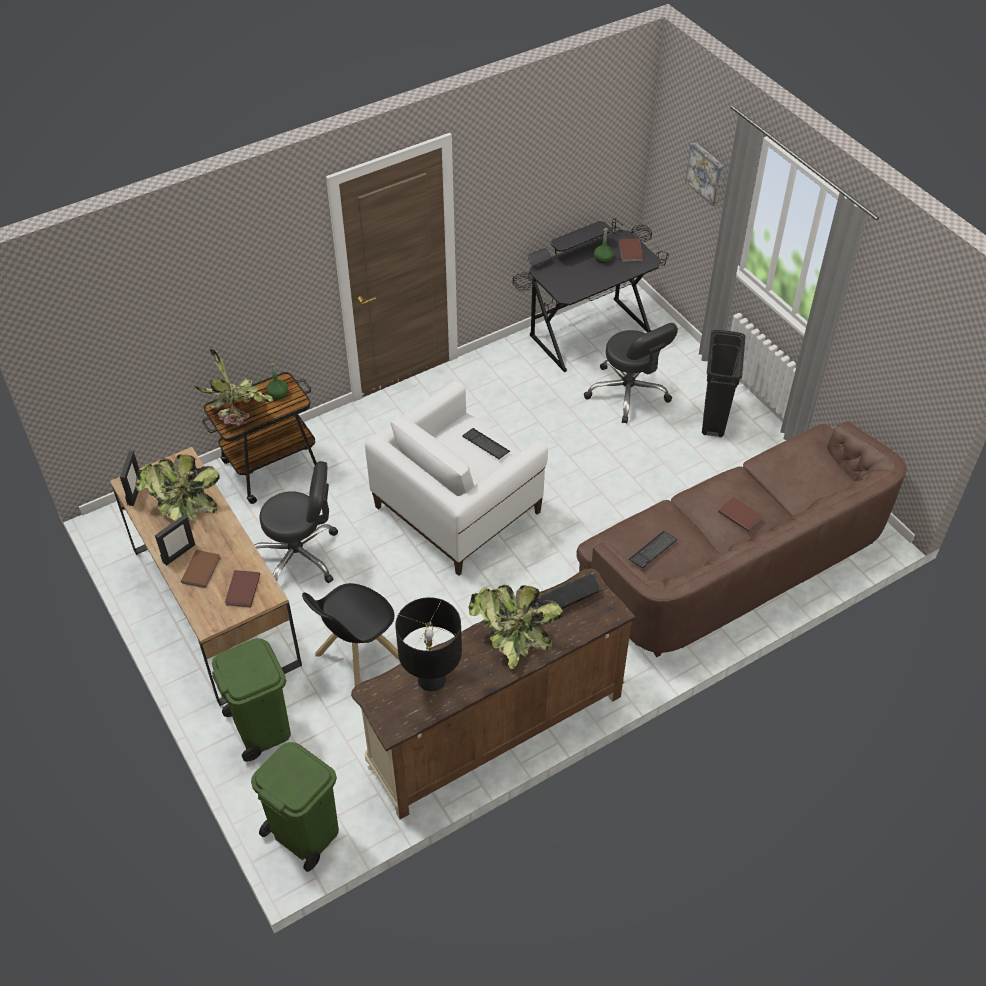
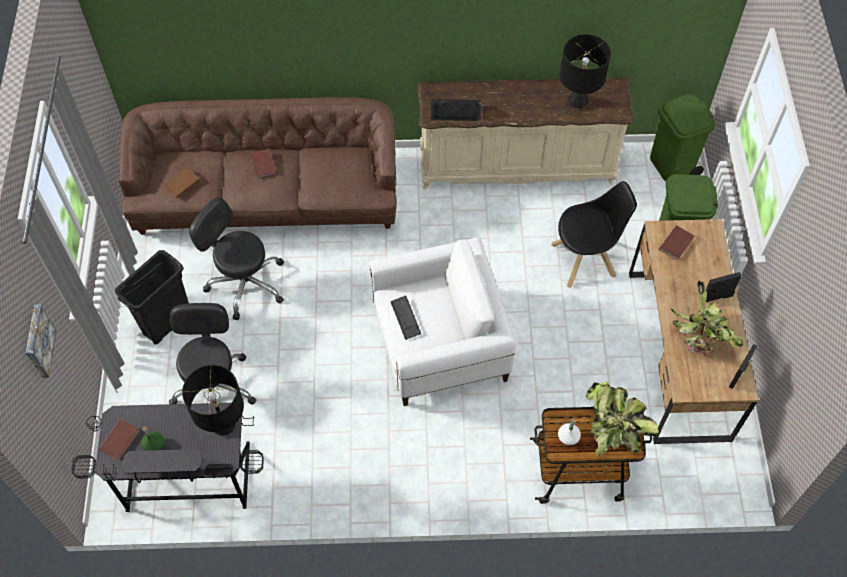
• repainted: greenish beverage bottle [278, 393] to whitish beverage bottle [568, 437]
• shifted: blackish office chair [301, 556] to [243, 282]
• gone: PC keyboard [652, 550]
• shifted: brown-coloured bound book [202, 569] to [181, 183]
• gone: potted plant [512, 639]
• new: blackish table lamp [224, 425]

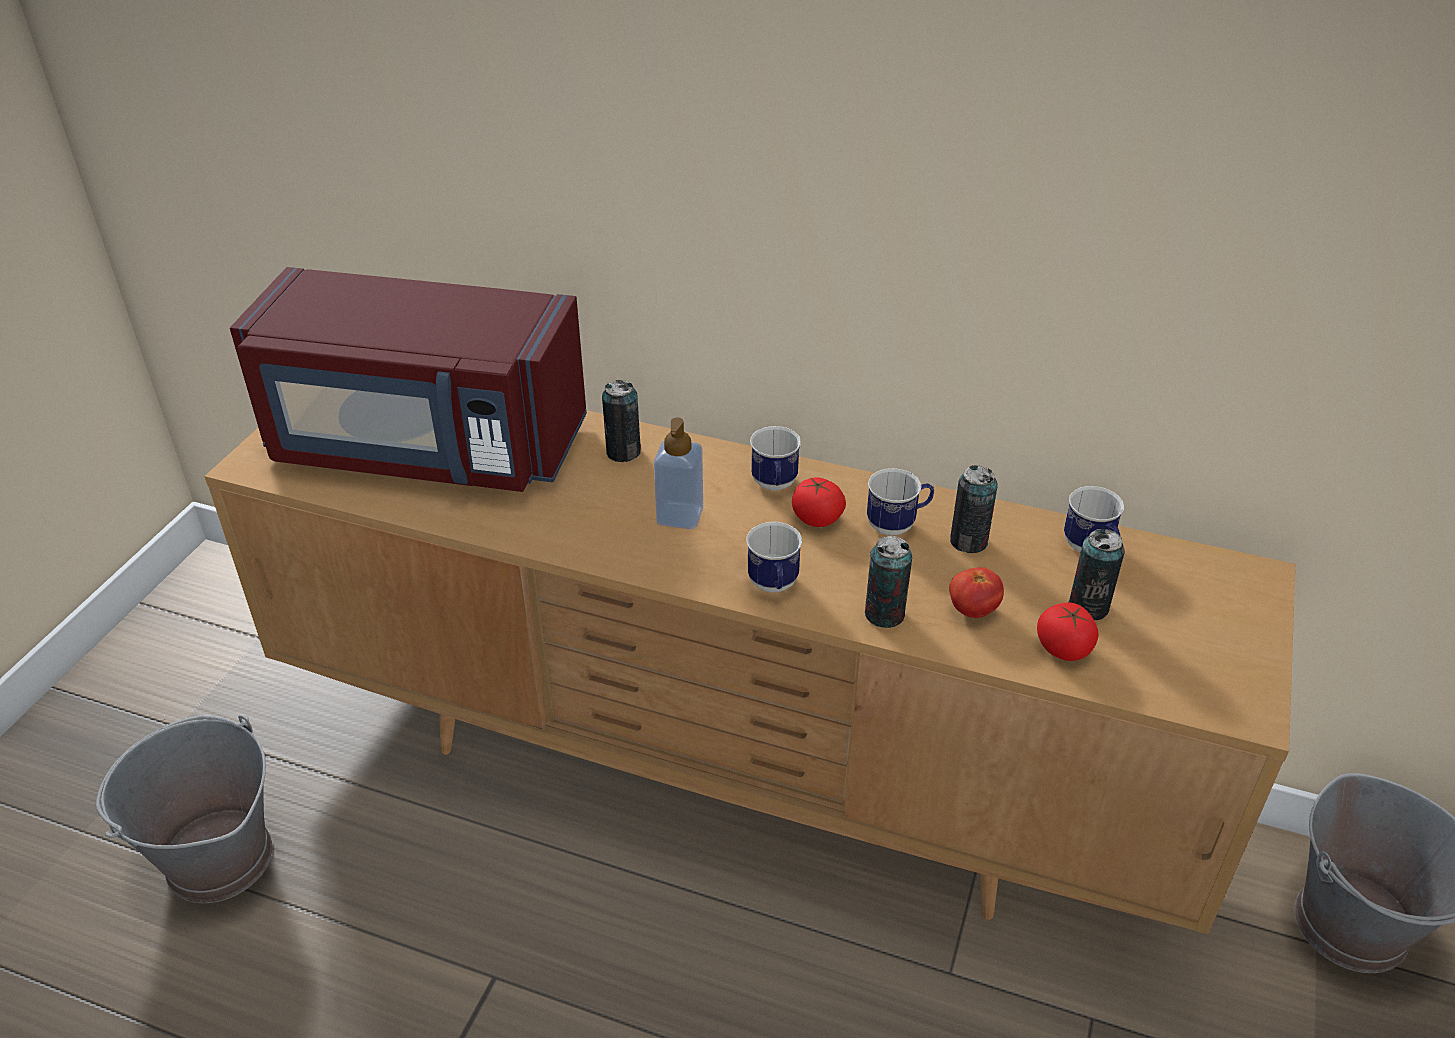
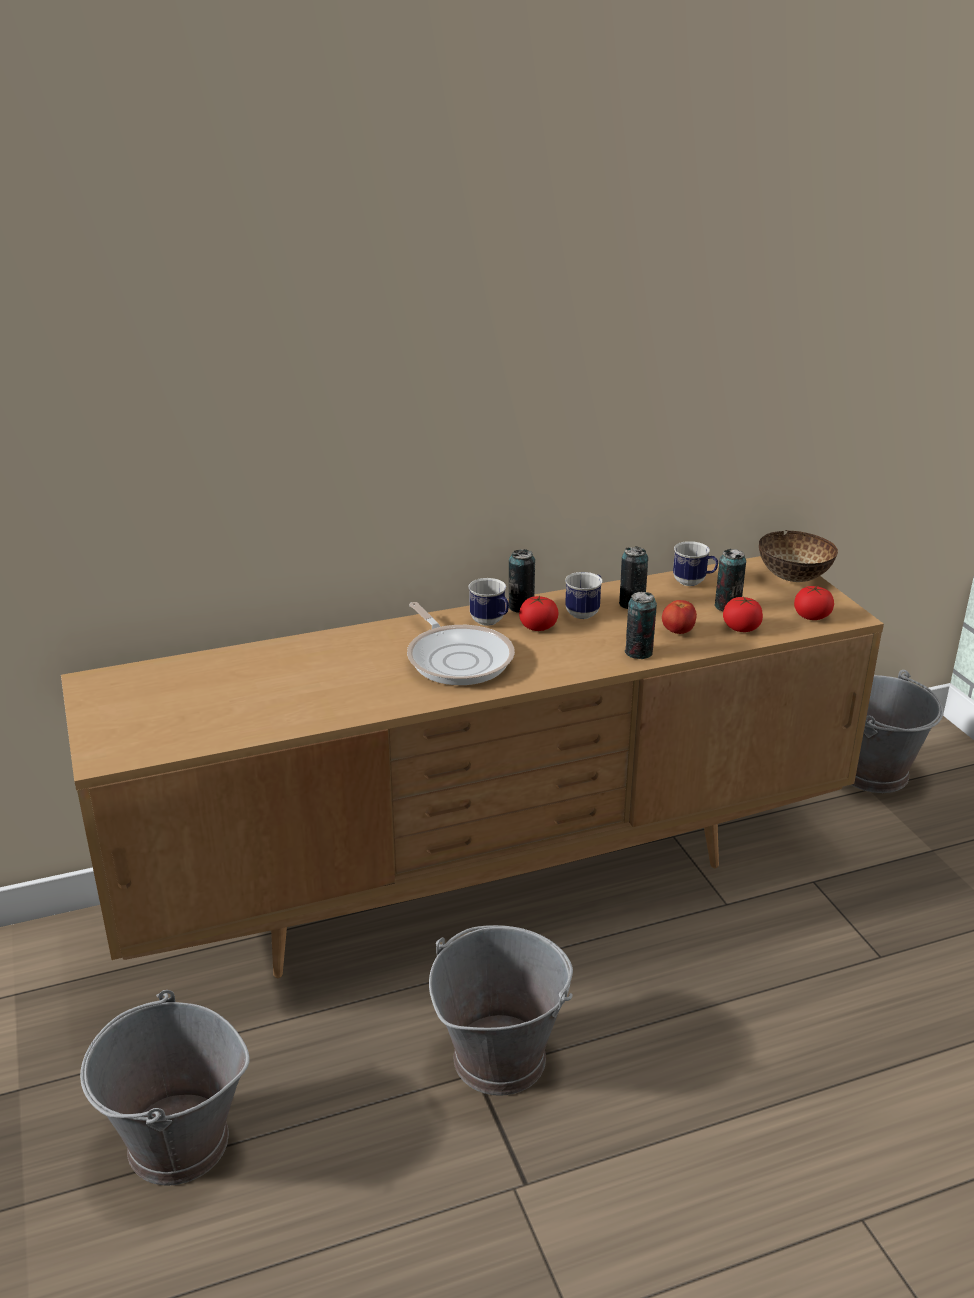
• gone: reddish microwave [425, 447]
• shifted: can [623, 452] to [521, 607]
• swapped: soap dispenser [680, 516] to skillet [458, 658]
• gone: coffee mug [774, 587]
• new: deep dish [794, 578]
• new: tomato [812, 616]
• new: gray bucket [498, 1057]

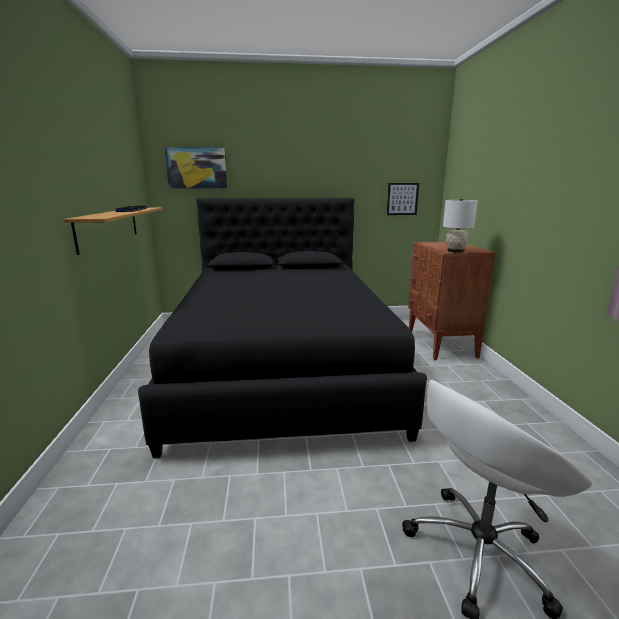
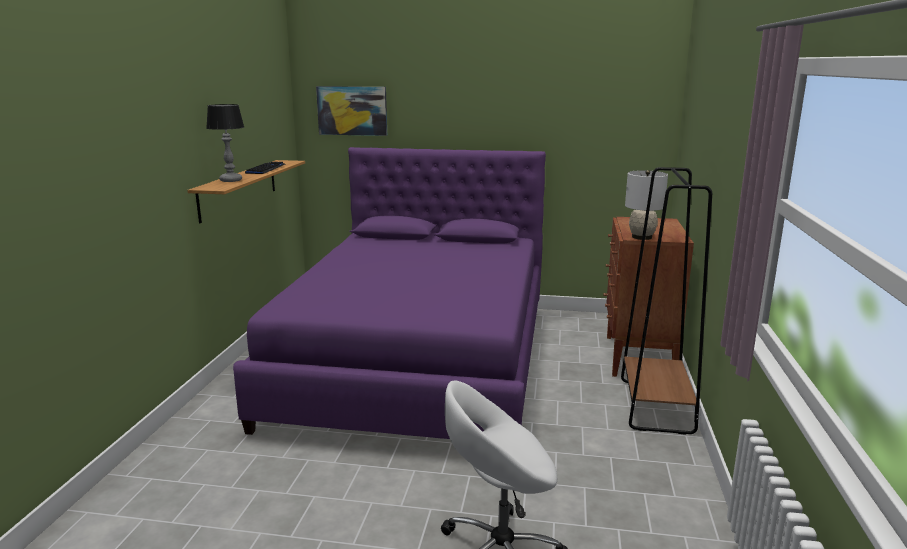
• gone: wall picture [402, 199]
• repainted: blackish bedroom bed [283, 365] to purplish bedroom bed [419, 360]
• new: table lamp [231, 180]
• new: garment rack [655, 406]

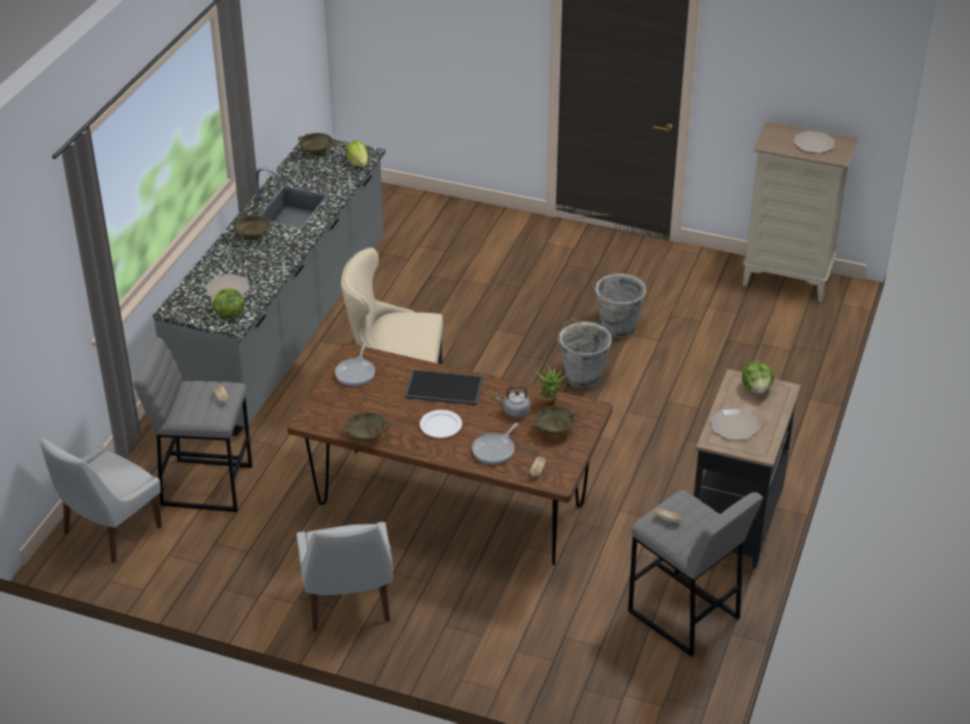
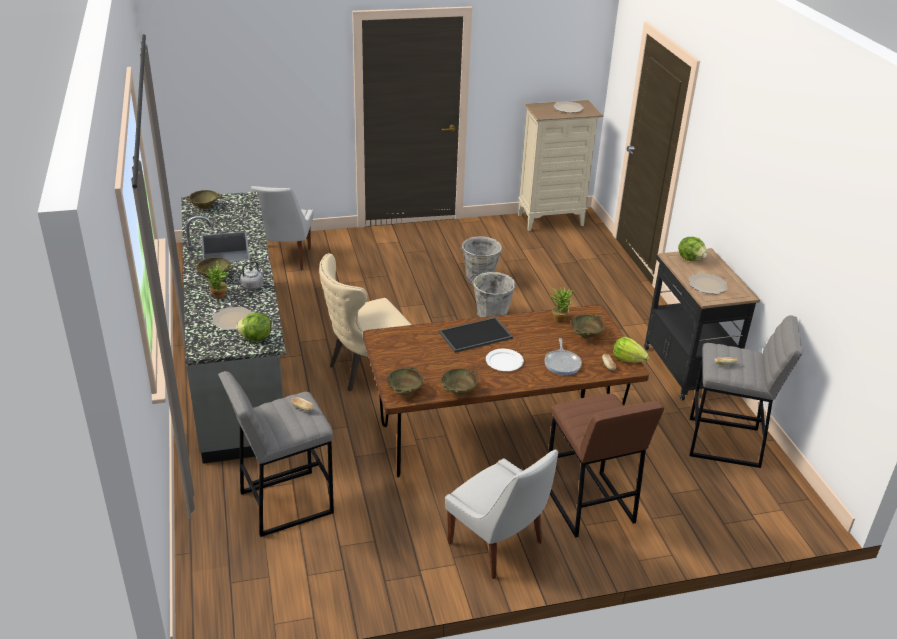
• shifted: lettuce [358, 163] to [628, 359]
• gone: skillet [356, 373]
• shifted: gray tea kettle [515, 412] to [251, 286]
• shifted: whitish chair [109, 532] to [282, 259]
• new: potted plant [219, 297]
• new: beige deep dish [405, 391]
• new: brown-coloured stool [590, 505]

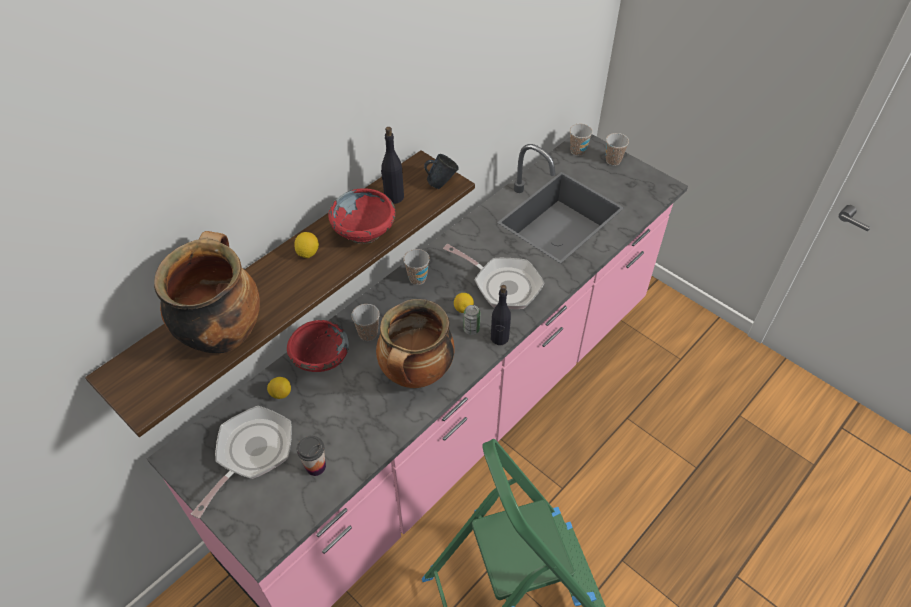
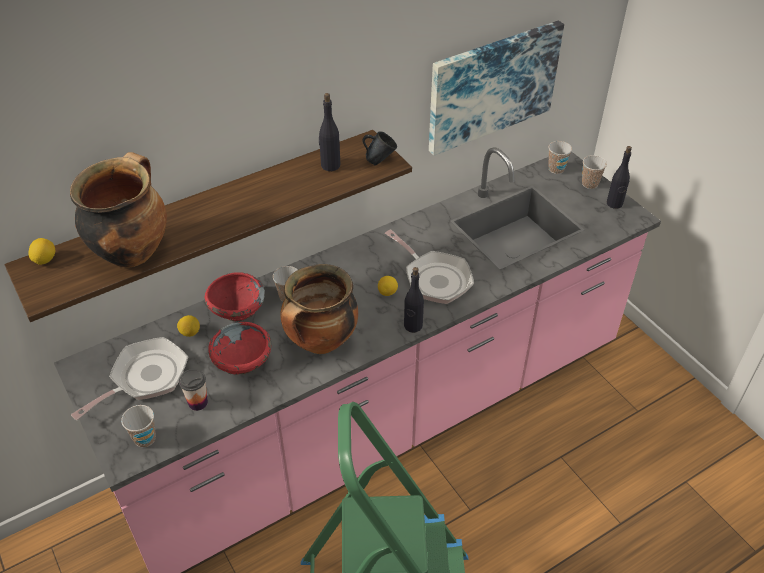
• shifted: reddish deep dish [364, 231] to [242, 361]
• shifted: citrus fruit [308, 253] to [45, 260]
• shifted: small cup [417, 278] to [145, 438]
• gone: can [471, 329]
• new: wall picture [492, 85]
• new: blackish beverage bottle [614, 204]

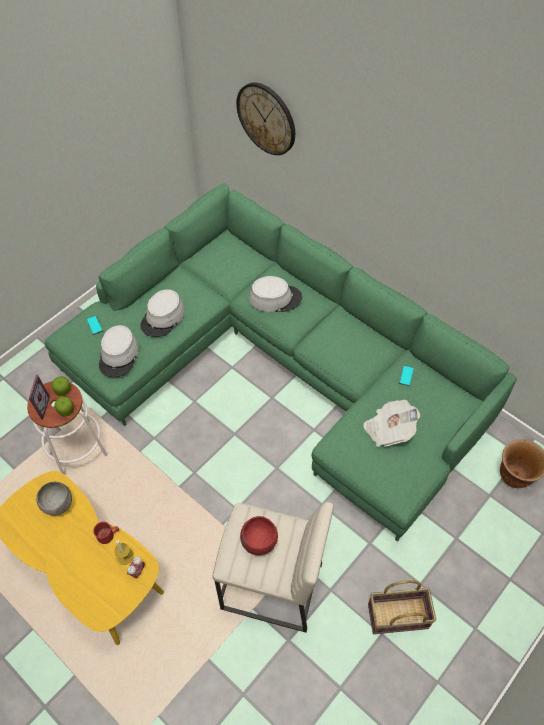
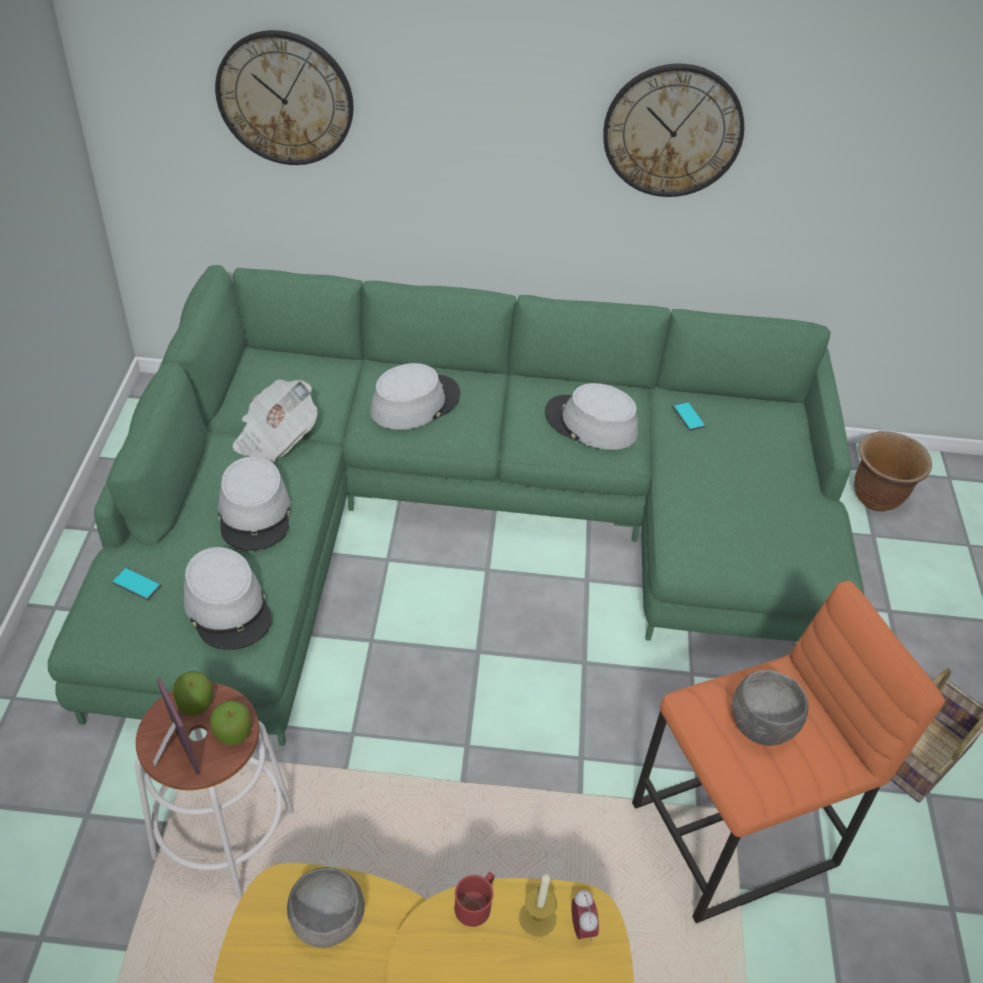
• shifted: daily paper [389, 429] to [275, 438]
• repainted: beige stool [272, 586] to orange-coloured stool [734, 834]
• repainted: reddish deep dish [258, 542] to gray deep dish [760, 726]
• new: clock on the wall [673, 131]
• new: gray wearable hat [590, 423]

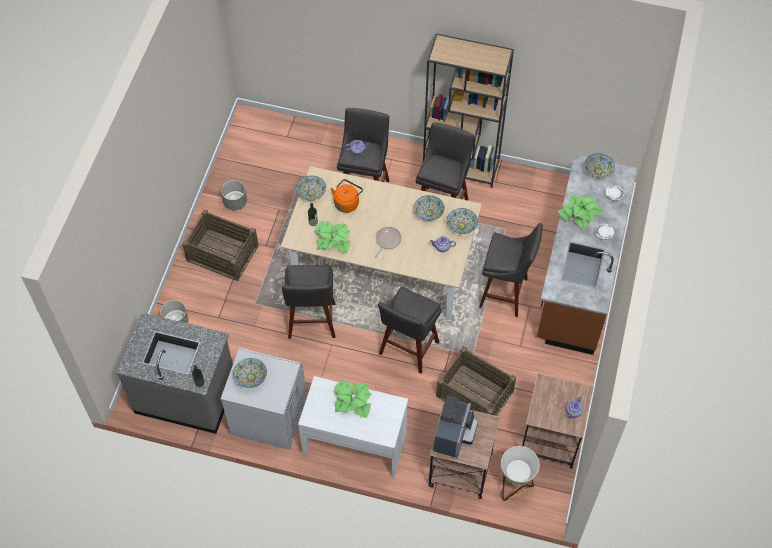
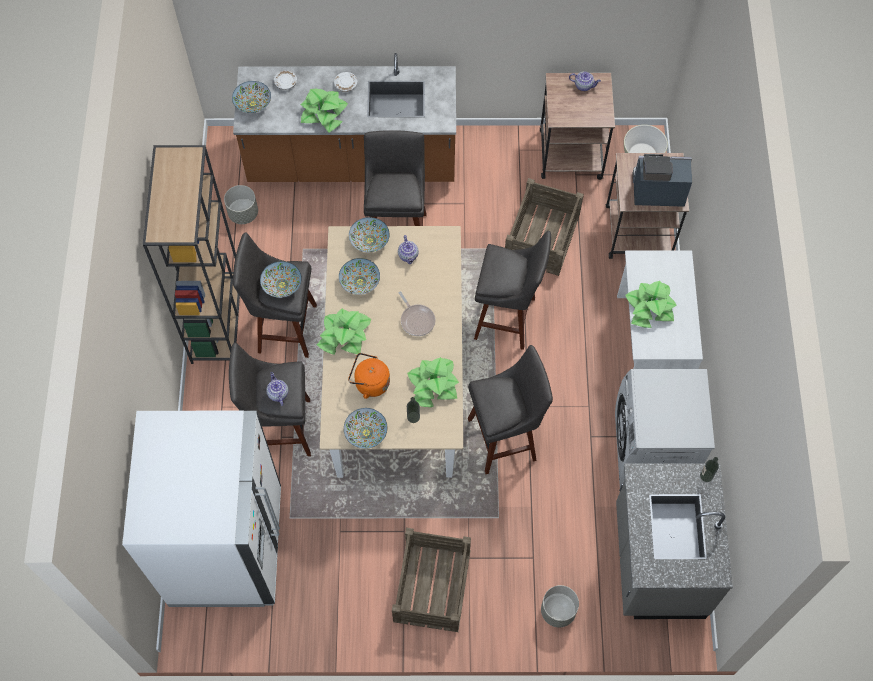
• shifted: gray plant pot [235, 202] to [243, 213]
• rotated: skillet [387, 241] = [416, 320] 135 degrees counterclockwise
• shifted: deep dish [251, 377] to [282, 285]
• new: potted plant [344, 335]
• new: whitish refrigerator [227, 547]

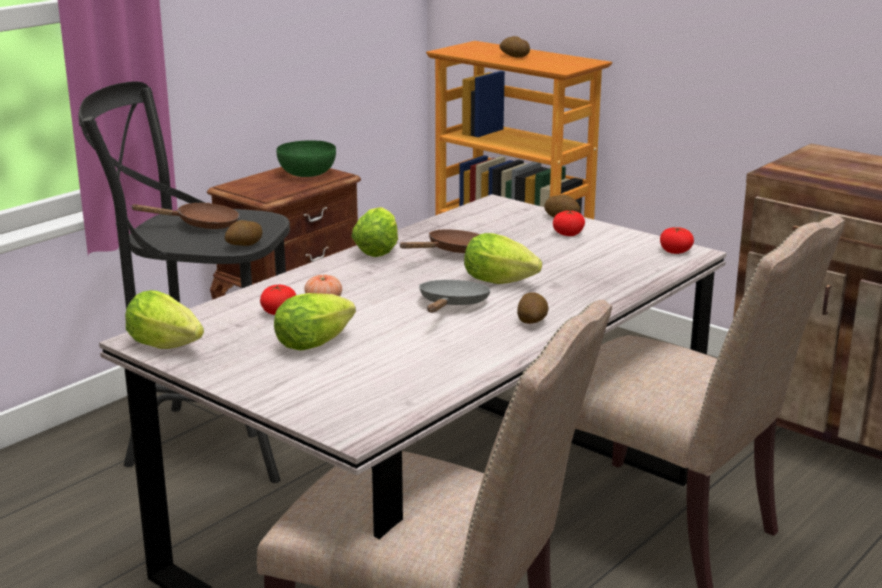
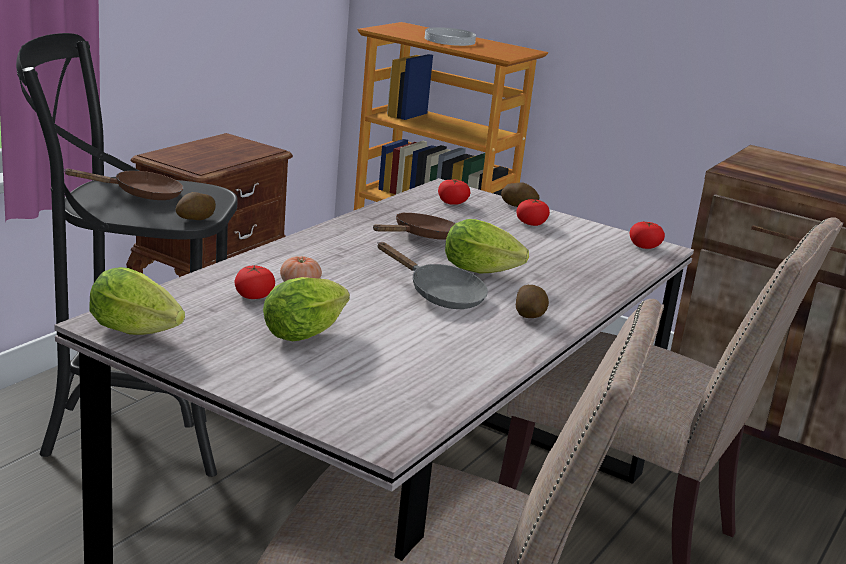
• swapped: spud [514, 56] to whitish plate [449, 40]
• gone: greenish deep dish [306, 174]
• gone: lettuce [378, 250]
• rotated: gray skillet [452, 305] = [440, 295] 120 degrees clockwise
• new: tomato [452, 202]

